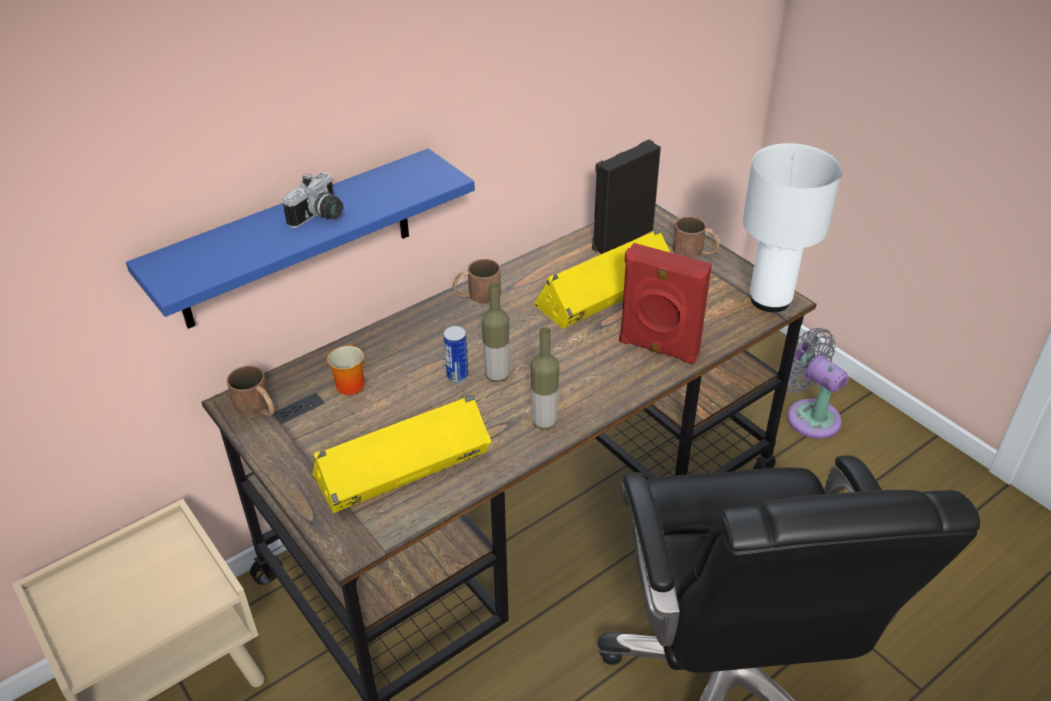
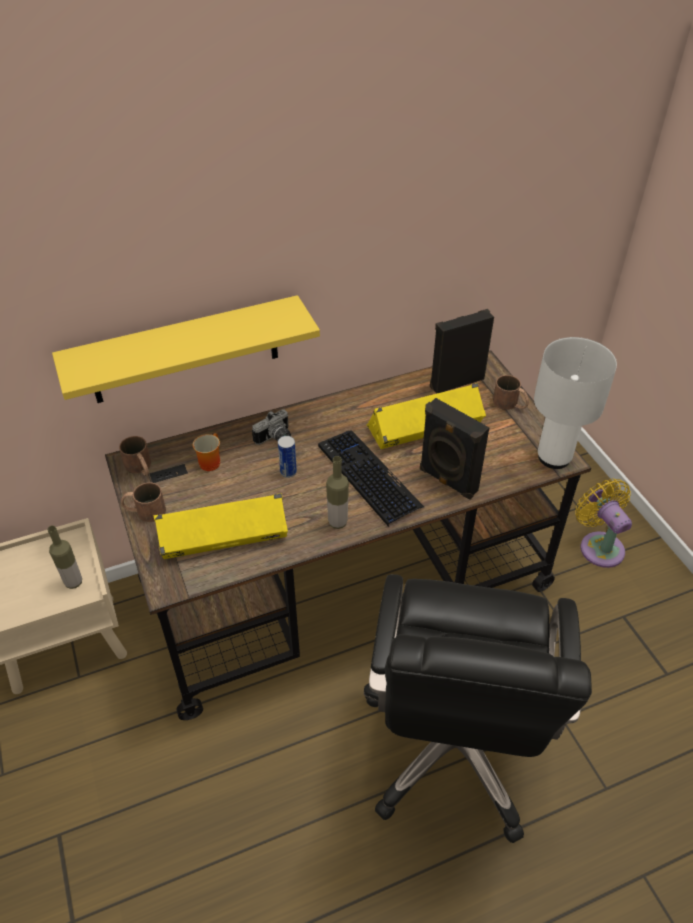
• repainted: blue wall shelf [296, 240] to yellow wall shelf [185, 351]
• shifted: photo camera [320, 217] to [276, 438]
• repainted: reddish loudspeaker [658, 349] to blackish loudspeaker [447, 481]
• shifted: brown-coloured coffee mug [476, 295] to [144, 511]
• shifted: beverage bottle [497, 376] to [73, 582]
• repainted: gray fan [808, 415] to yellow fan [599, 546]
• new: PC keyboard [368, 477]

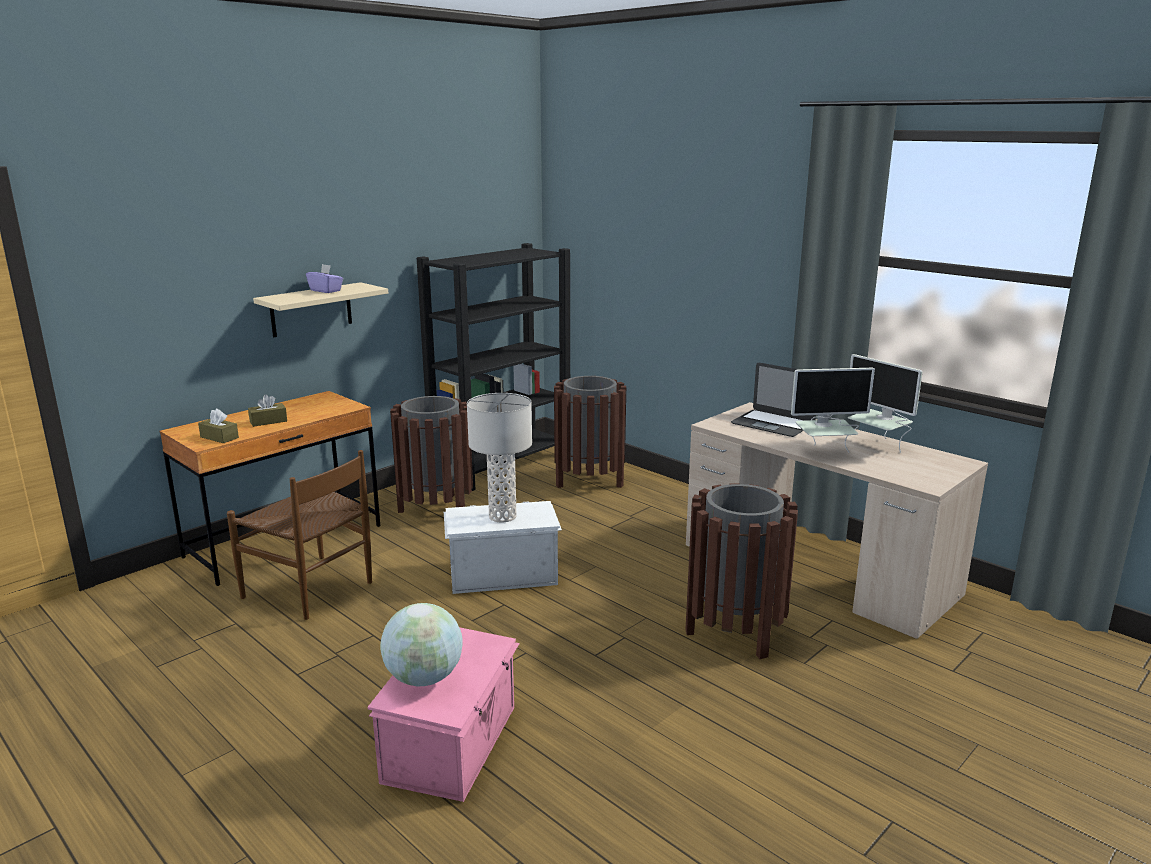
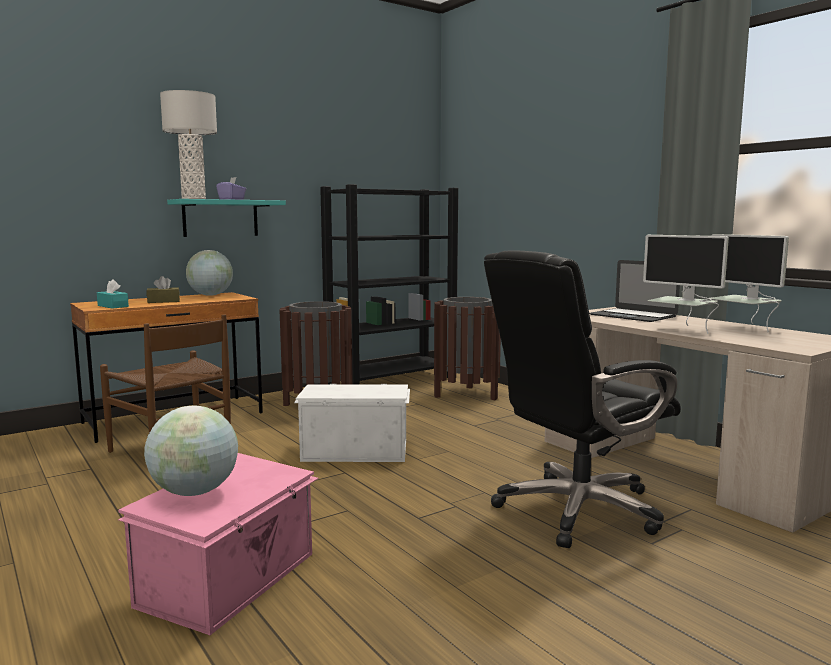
• repainted: beige wall shelf [311, 309] to turquoise-coloured wall shelf [220, 218]
• rotated: computer display [824, 453] = [681, 330] 45 degrees clockwise
• shifted: whitish table lamp [502, 516] to [193, 199]
• repainted: brown-coloured box of tissues [219, 437] to turquoise-coloured box of tissues [113, 306]
• swapped: brown-coloured waste bin [734, 631] to blackish office chair [577, 510]
• new: globe [210, 295]

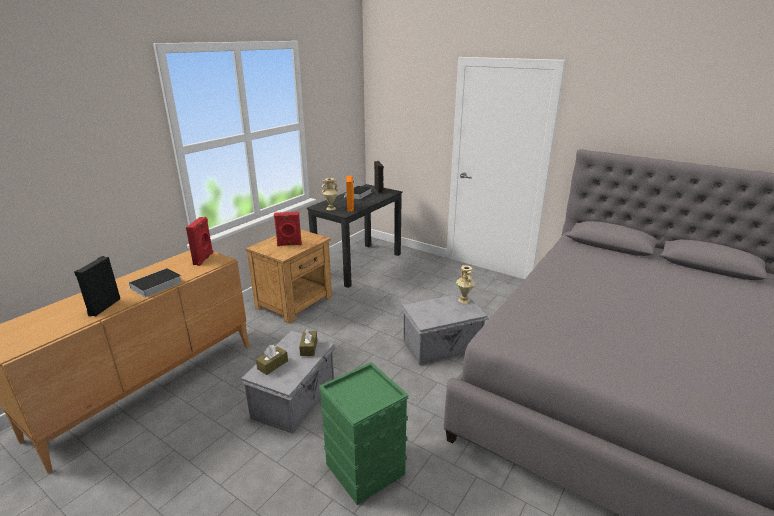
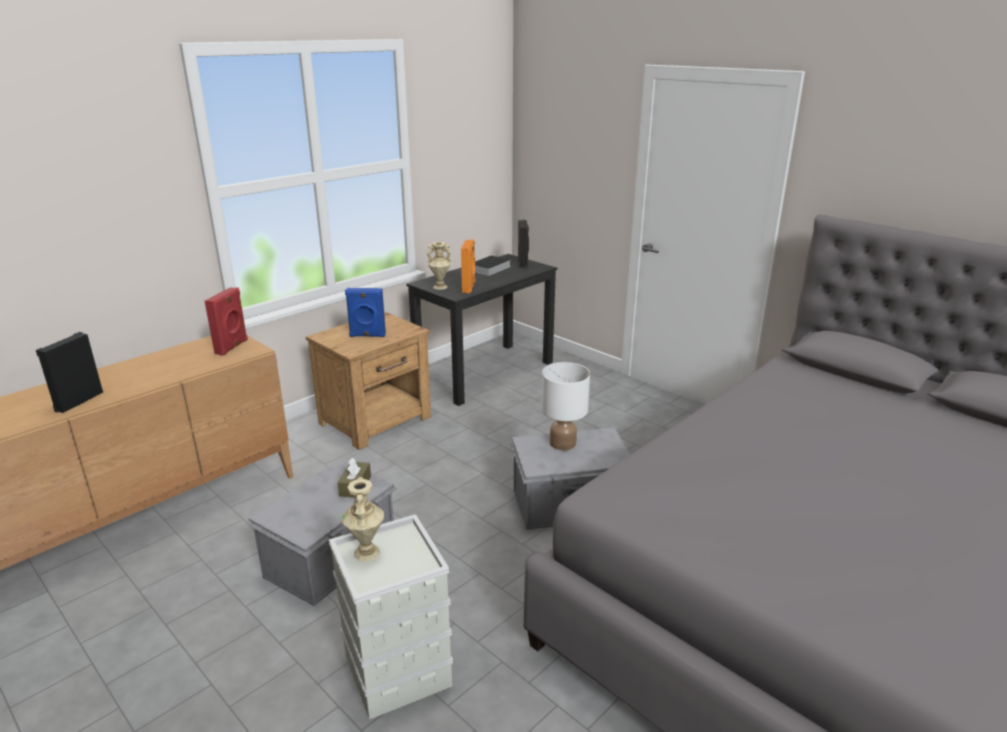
• repainted: reddish loudspeaker [289, 244] to blue loudspeaker [367, 335]
• shifted: beige flower vase [464, 300] to [367, 552]
• gone: bound book [155, 286]
• gone: brown-coloured box of tissues [272, 365]
• repainted: greenish storage container [364, 469] to gray storage container [396, 670]
• new: whitish table lamp [563, 443]

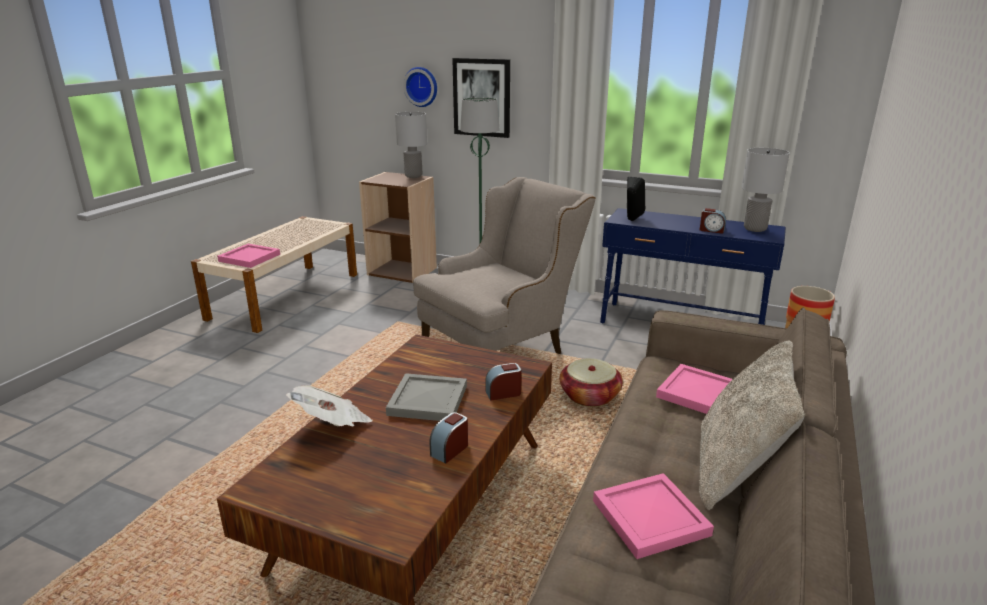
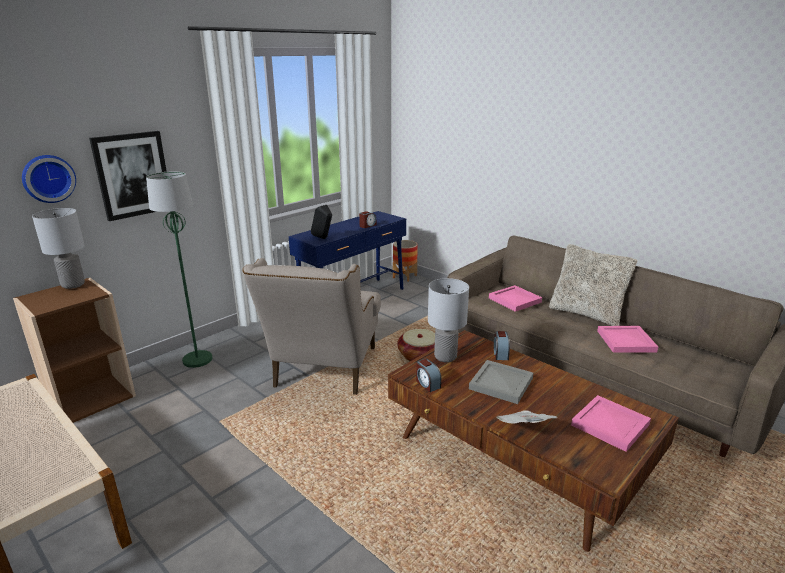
• shifted: gray table lamp [754, 230] to [445, 358]
• rotated: beige lounge chair [503, 347] = [323, 373] 150 degrees counterclockwise
• shifted: pink carrying tray [249, 257] to [609, 425]
• shifted: alarm clock [450, 450] to [427, 384]

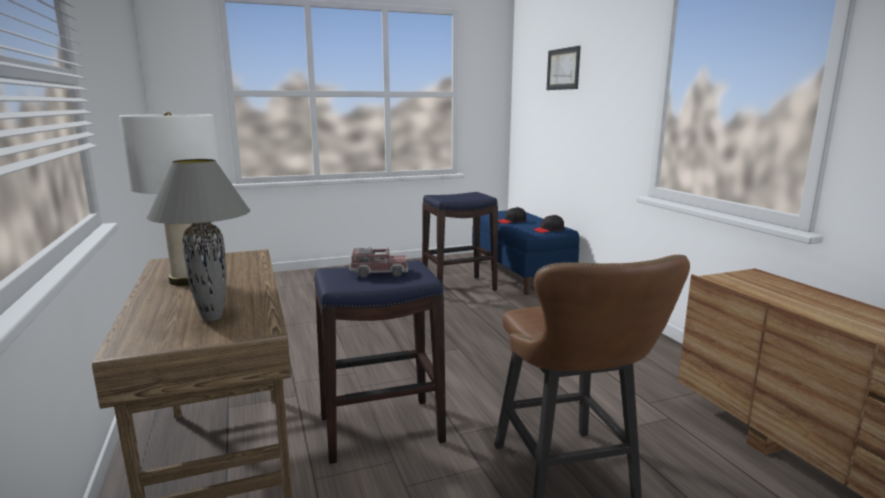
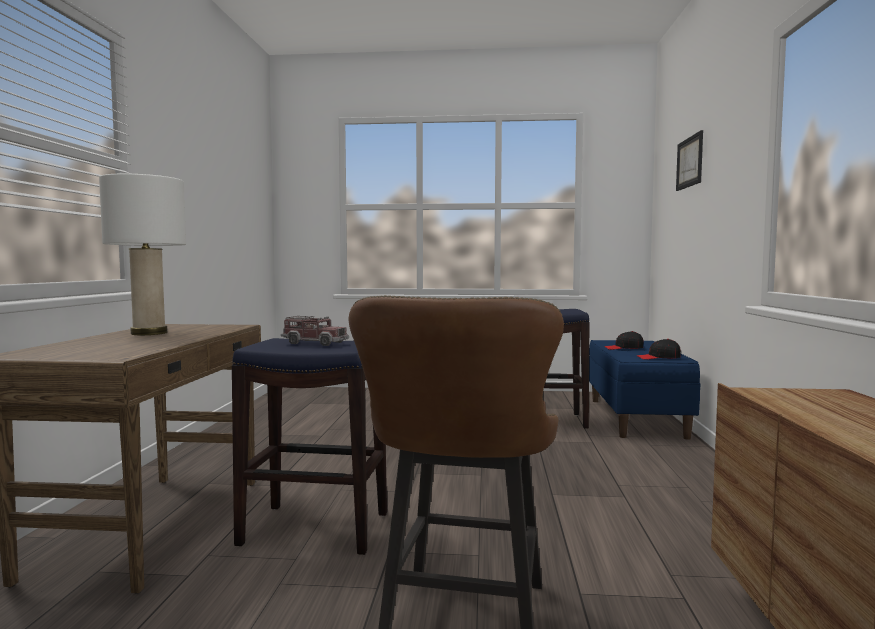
• gone: gray table lamp [213, 317]

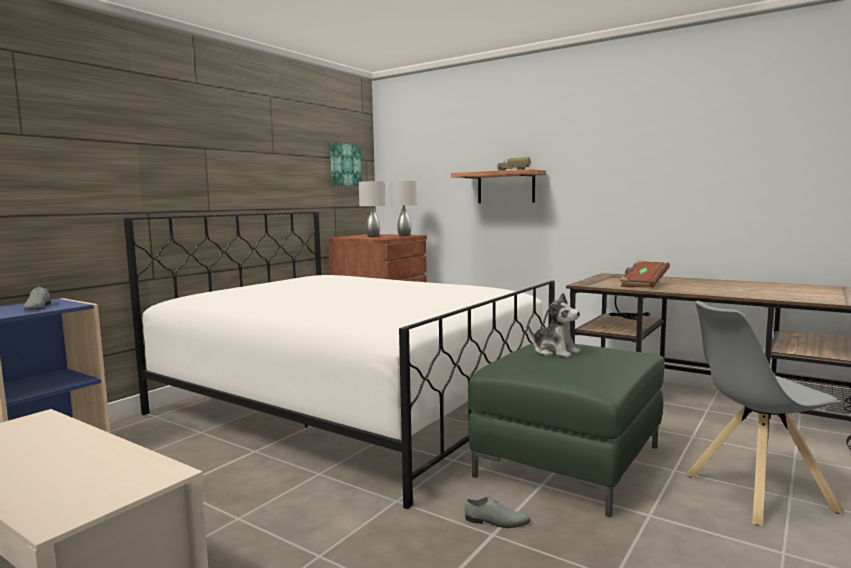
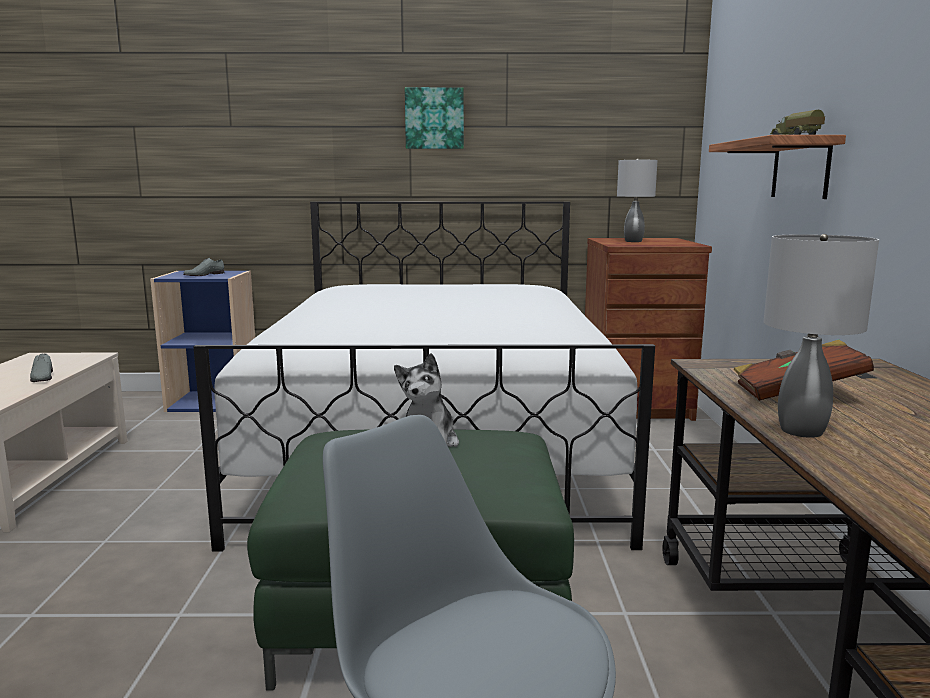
• shifted: wall picture [344, 165] to [434, 118]
• shifted: gray table lamp [404, 236] to [802, 431]
• shifted: gray item of footwear [497, 521] to [42, 377]

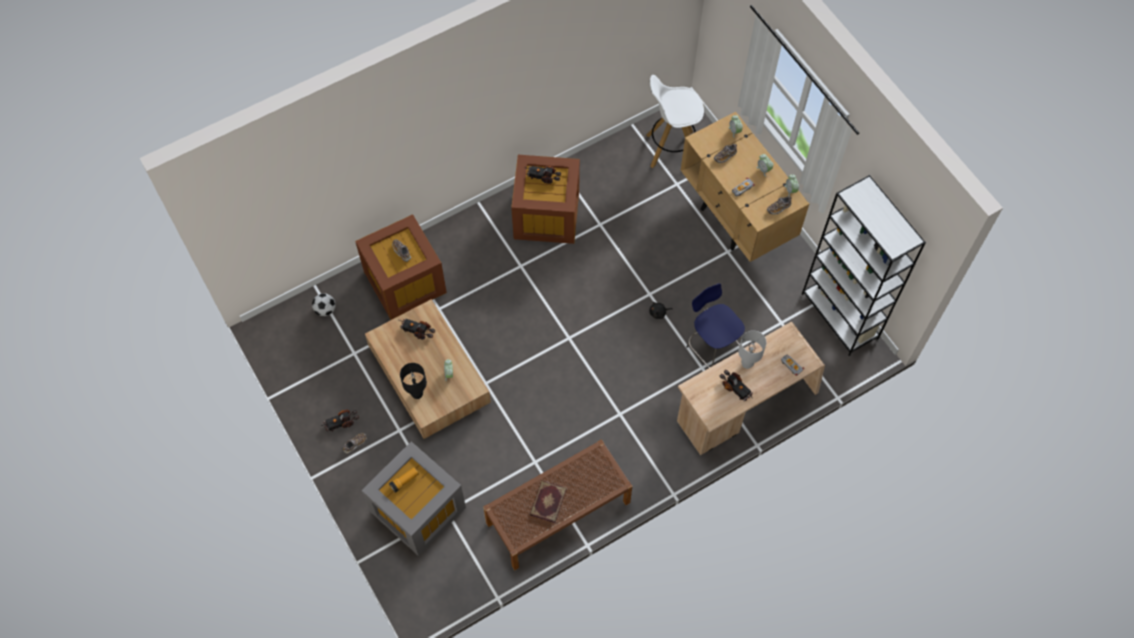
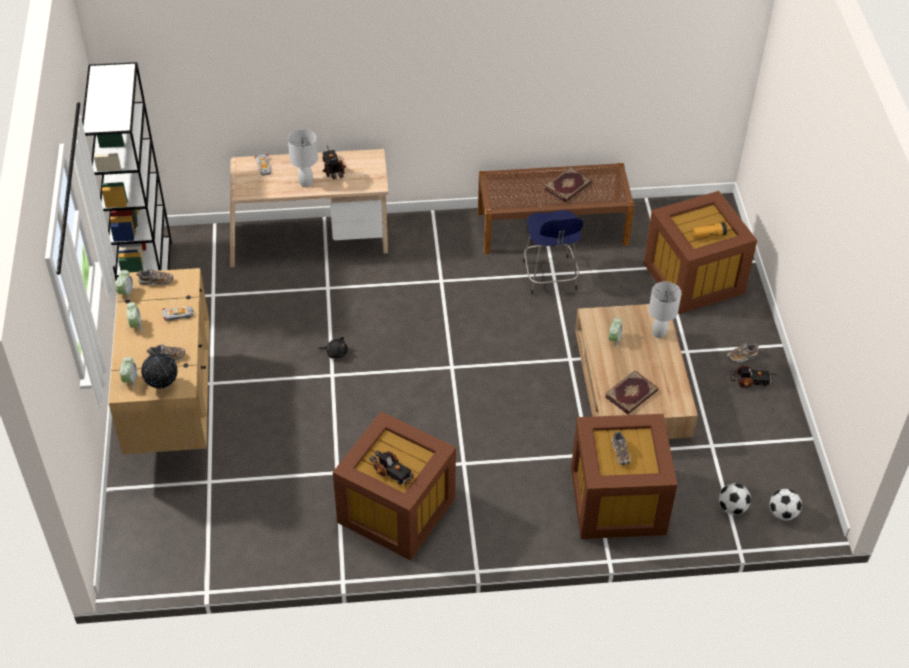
• gone: whitish stool [670, 149]
• shifted: blue stool [712, 350] to [550, 277]
• swapped: toy truck [418, 330] to bound book [632, 394]
• repainted: blackish table lamp [417, 394] to whitish table lamp [659, 333]
• repainted: gray storage container [416, 510] to brown-coloured storage container [695, 278]
• new: globe [162, 385]
• new: ball for football [783, 513]

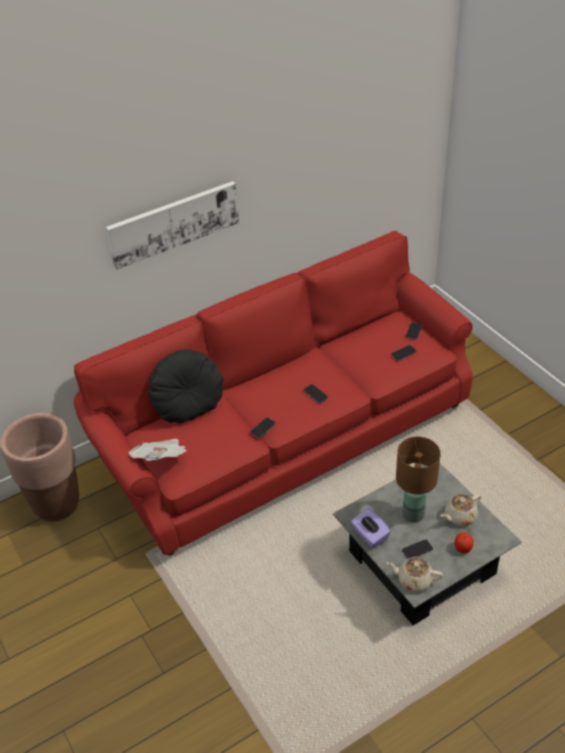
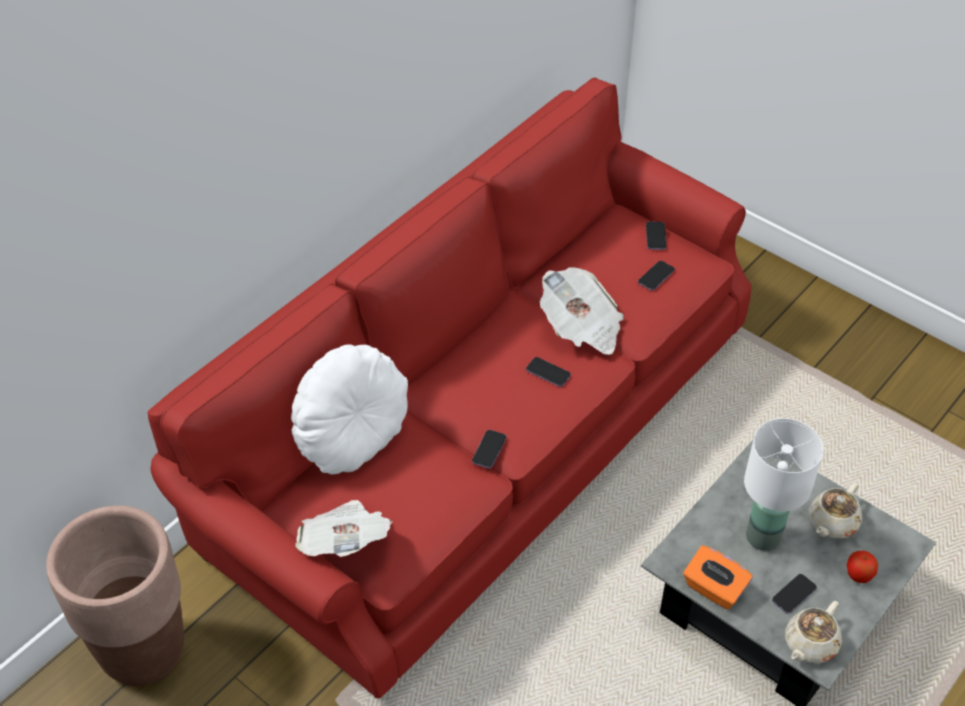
• gone: wall picture [173, 223]
• repainted: blackish pillow [189, 410] to whitish pillow [354, 444]
• repainted: brown-coloured table lamp [413, 514] to whitish table lamp [763, 536]
• repainted: purplish box of tissues [370, 536] to orange-coloured box of tissues [714, 589]
• rotated: beige teapot [414, 579] = [809, 644] 45 degrees counterclockwise
• new: daily paper [581, 328]

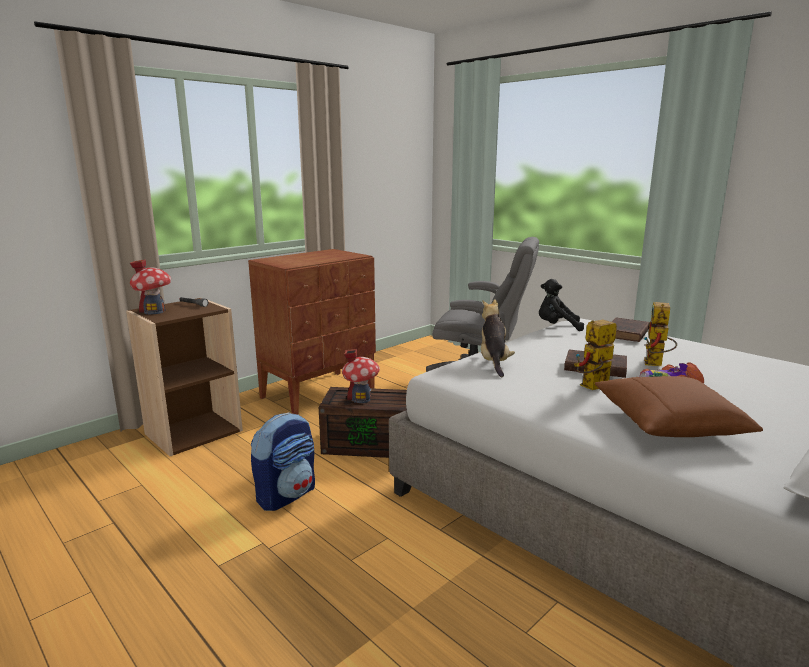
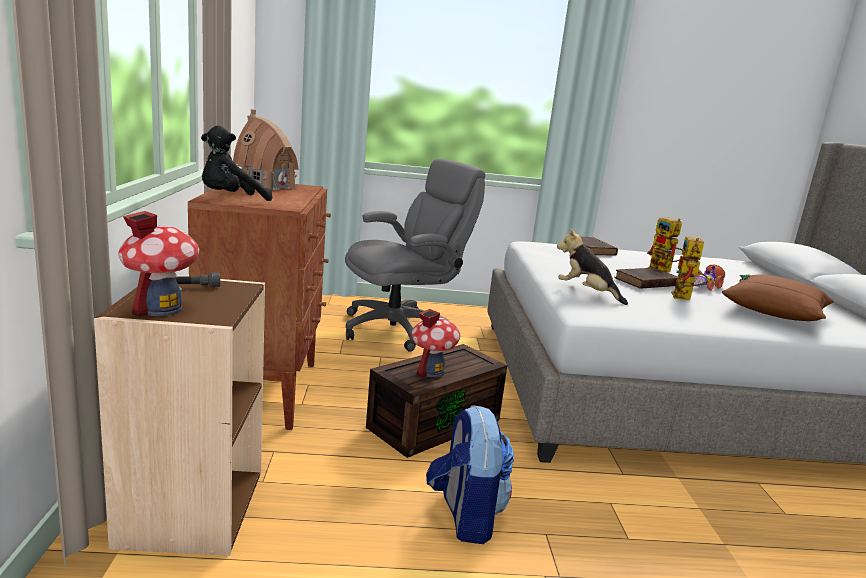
• shifted: blackish plush toy [557, 327] to [231, 200]
• new: model house [267, 186]

